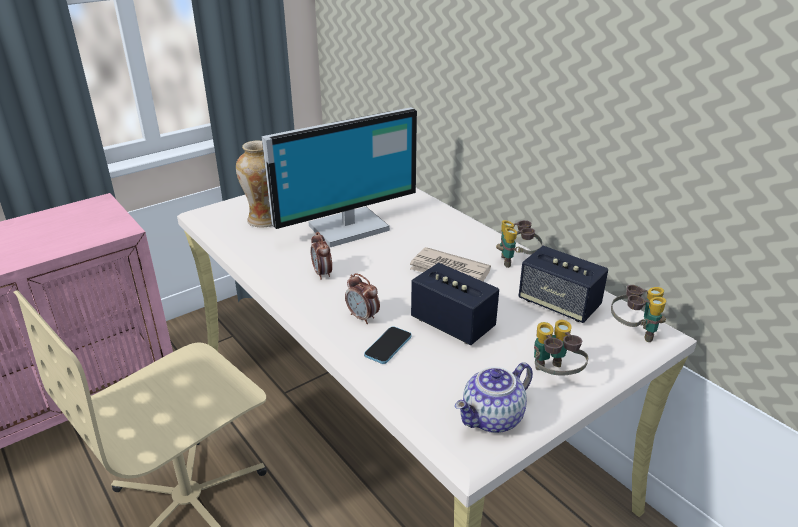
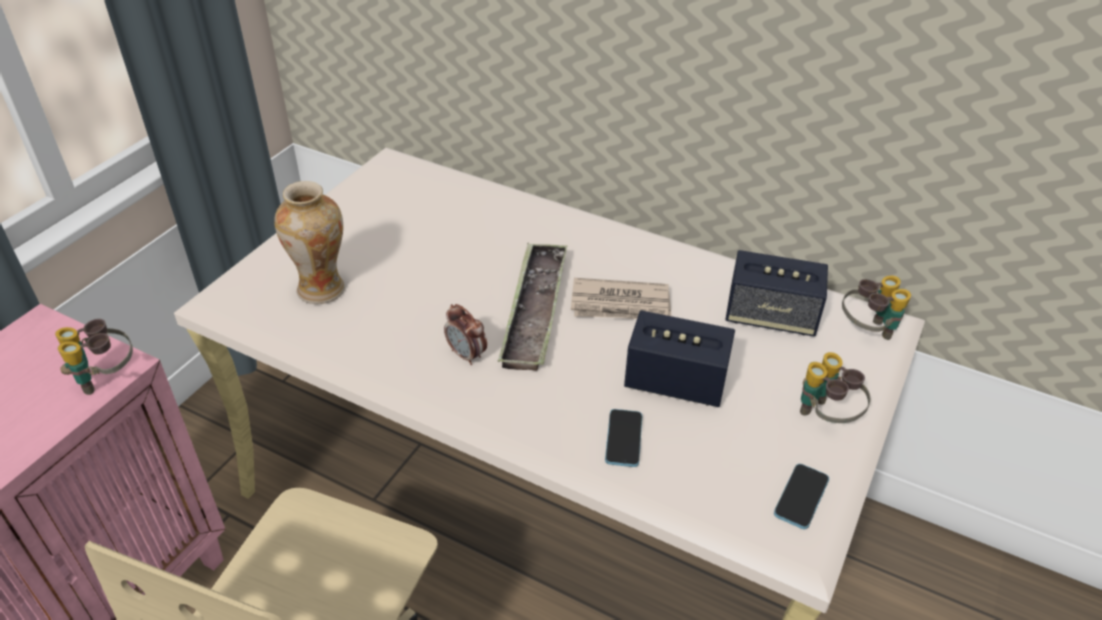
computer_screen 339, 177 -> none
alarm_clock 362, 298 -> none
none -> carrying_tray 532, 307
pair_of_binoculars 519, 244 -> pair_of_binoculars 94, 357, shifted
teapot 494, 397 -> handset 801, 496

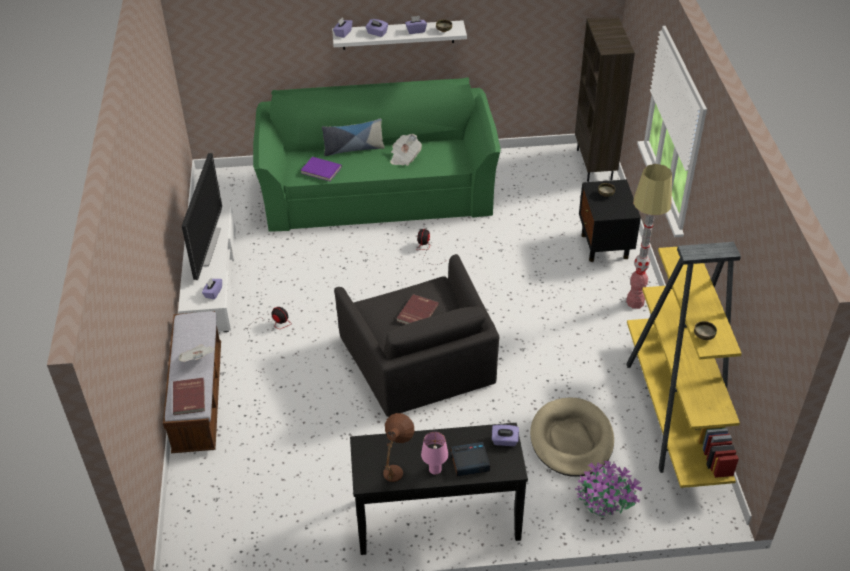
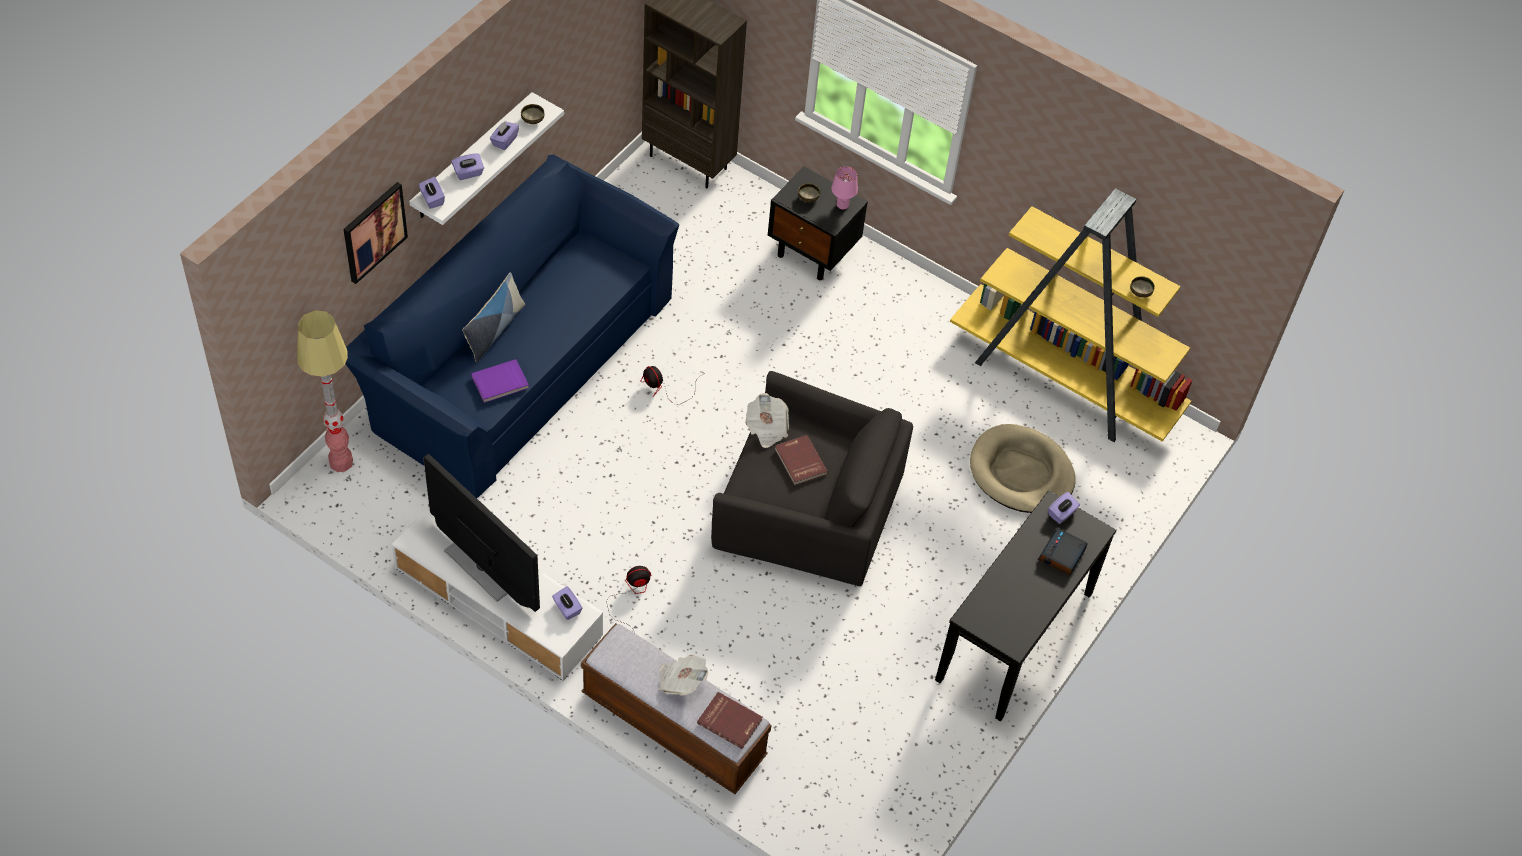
brown-coloured_table_lamp 398, 447 -> none
potted_plant 608, 489 -> none
none -> picture 375, 233
printed_paper 406, 150 -> printed_paper 767, 420, shifted
pink_table_lamp 434, 453 -> pink_table_lamp 844, 188, shifted
standard_lamp 649, 236 -> standard_lamp 325, 391, shifted
green-coloured_settee 377, 154 -> blue-coloured_settee 512, 326

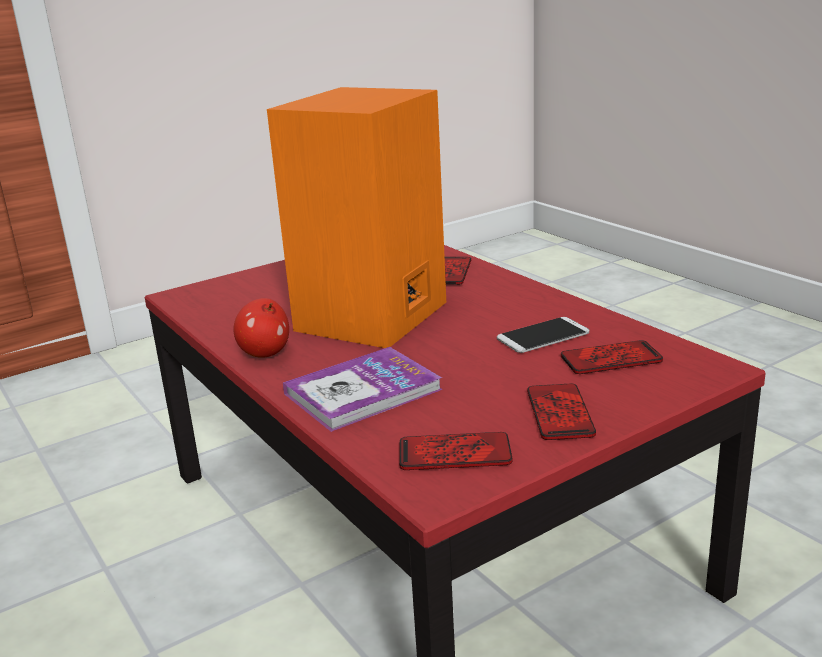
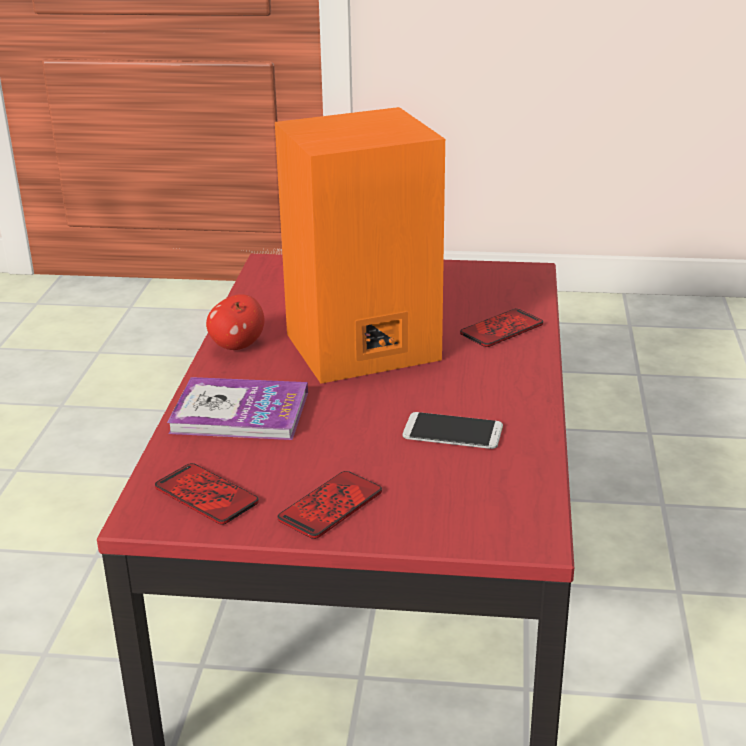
handset 612, 357 -> none

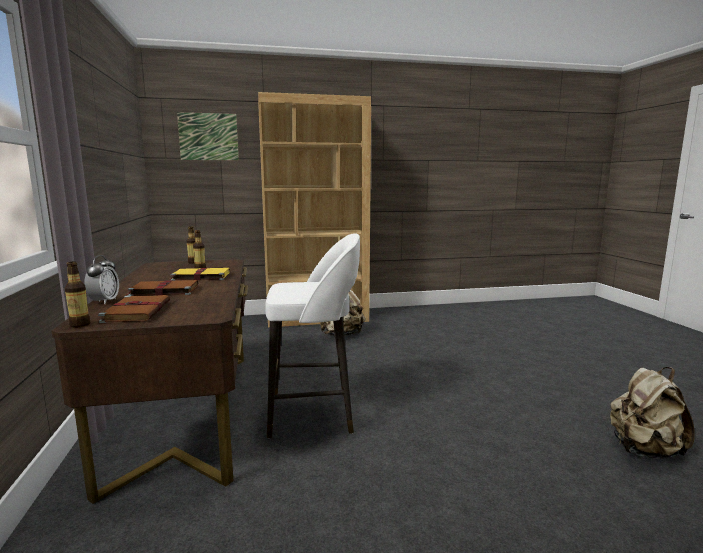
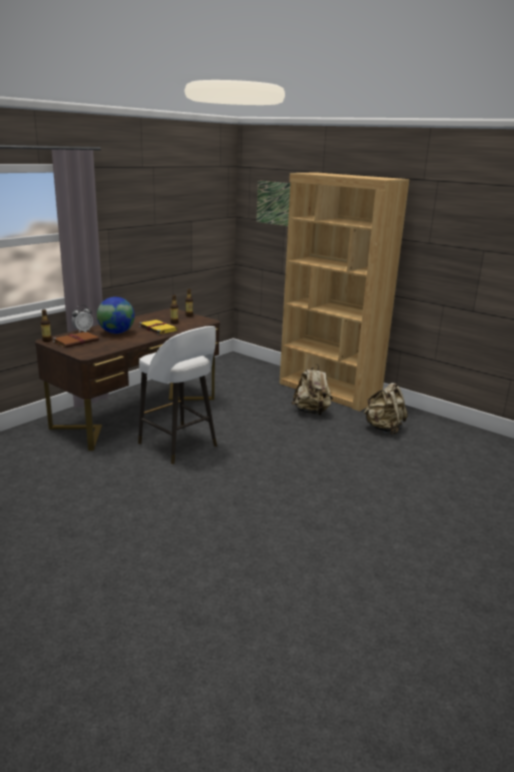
beige_knapsack 652, 412 -> beige_knapsack 386, 409, shifted
brown-coloured_book 162, 288 -> desk_globe 116, 315

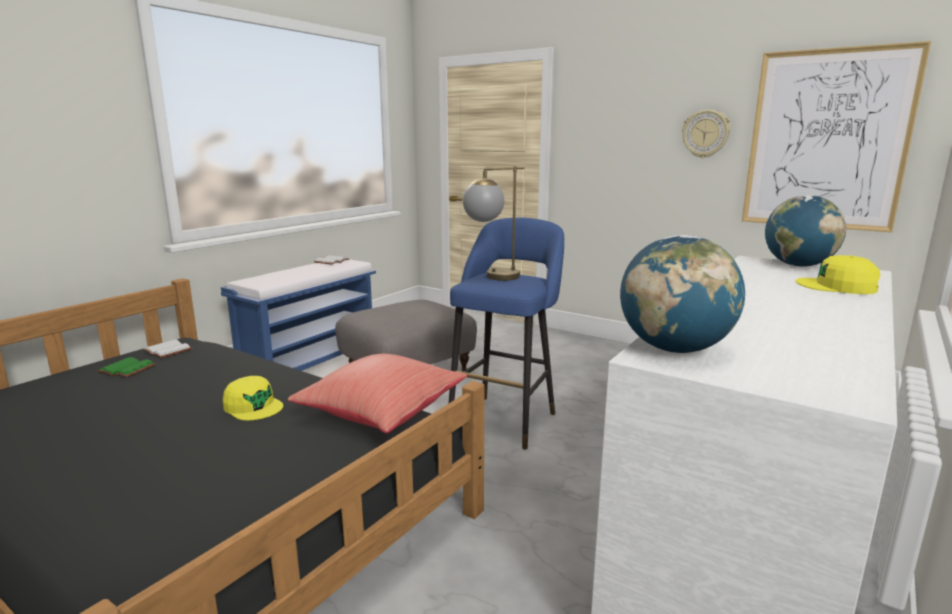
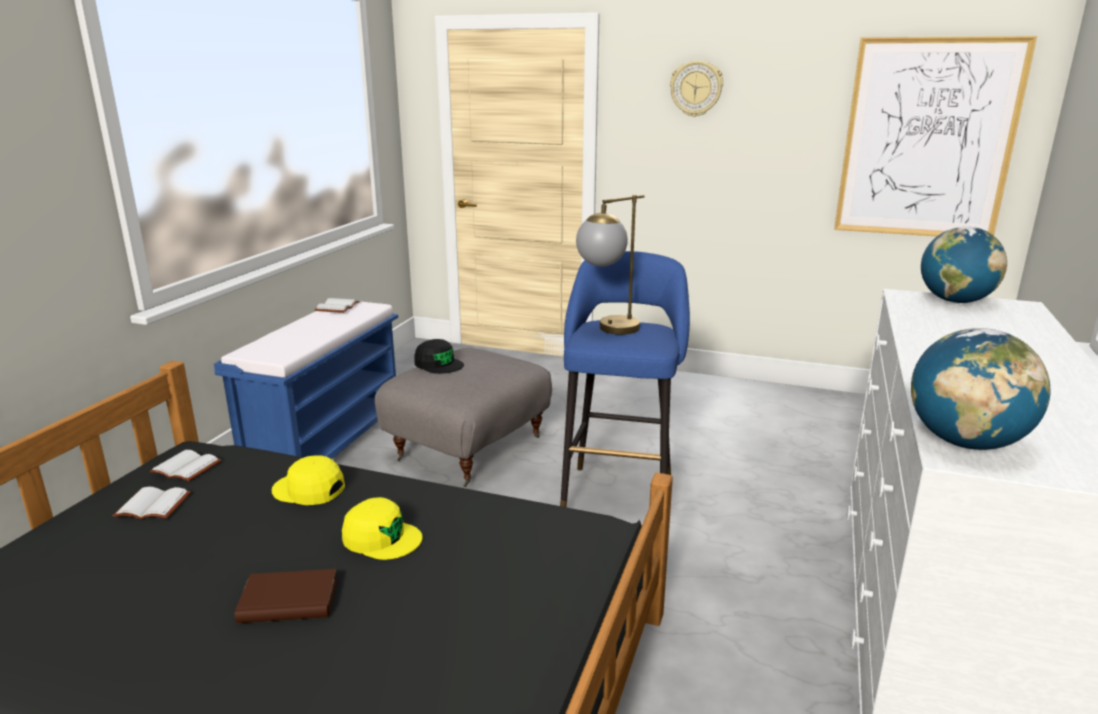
red_pillow 377, 394 -> none
none -> brown-coloured_book 286, 596
none -> blackish_peaked_cap 439, 356
wall_clock 706, 134 -> wall_clock 696, 88, shifted
yellow_peaked_cap 838, 274 -> yellow_peaked_cap 308, 480, shifted
green-coloured_book 126, 367 -> white-coloured_book 152, 503

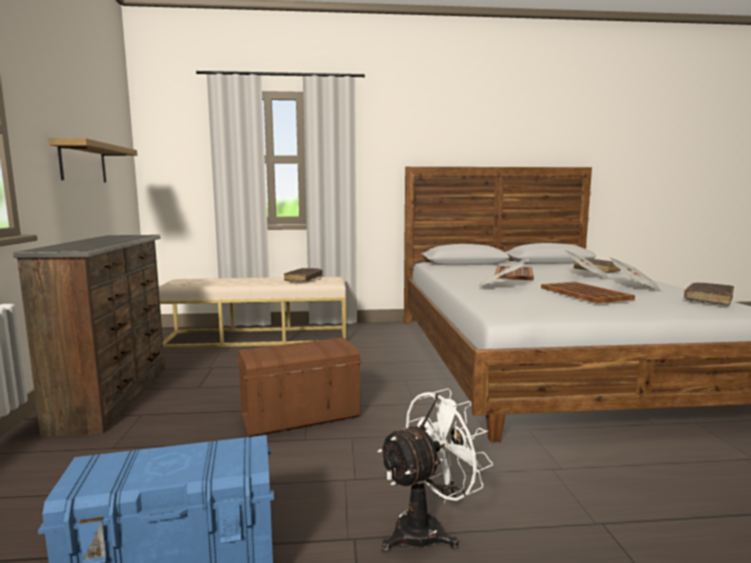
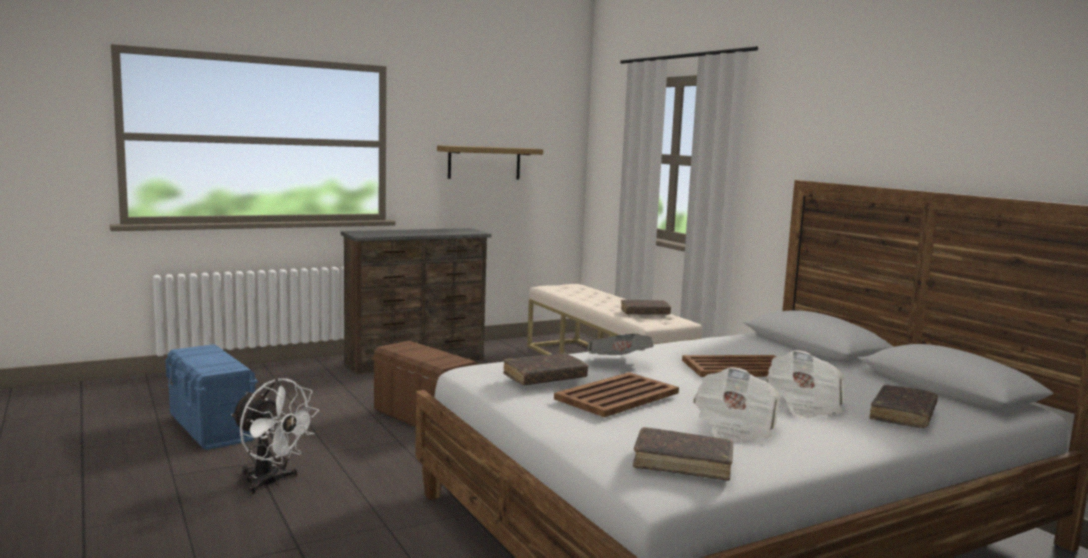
none -> brown-coloured_book 545, 369

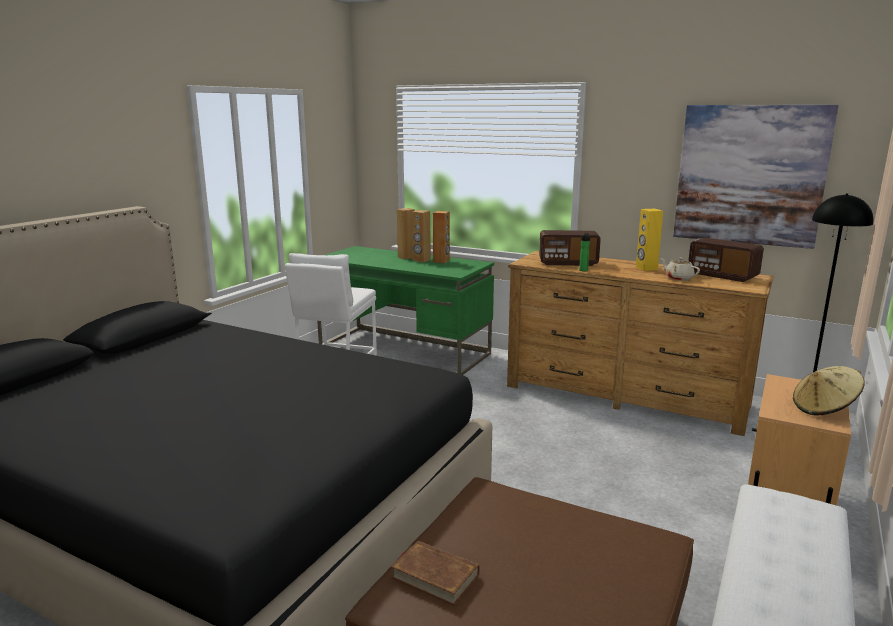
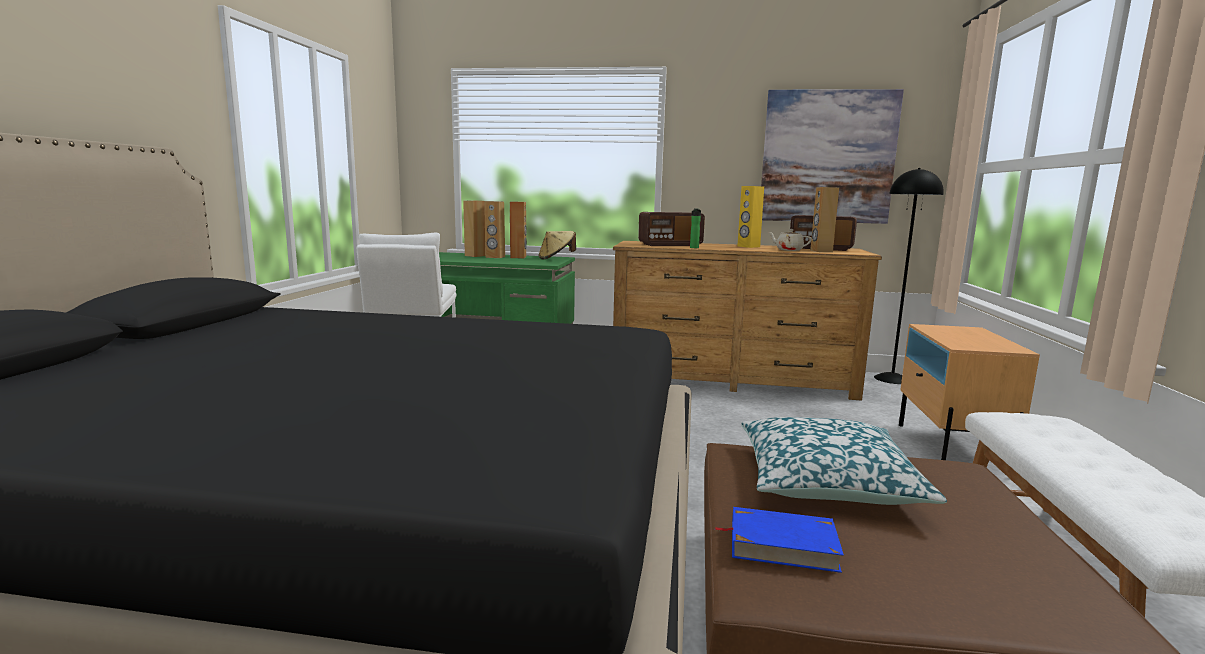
none -> pillow 844, 461
none -> brown-coloured_speaker 824, 219
beige_wearable_hat 829, 391 -> beige_wearable_hat 557, 245, shifted
brown-coloured_book 435, 573 -> blue-coloured_book 779, 540

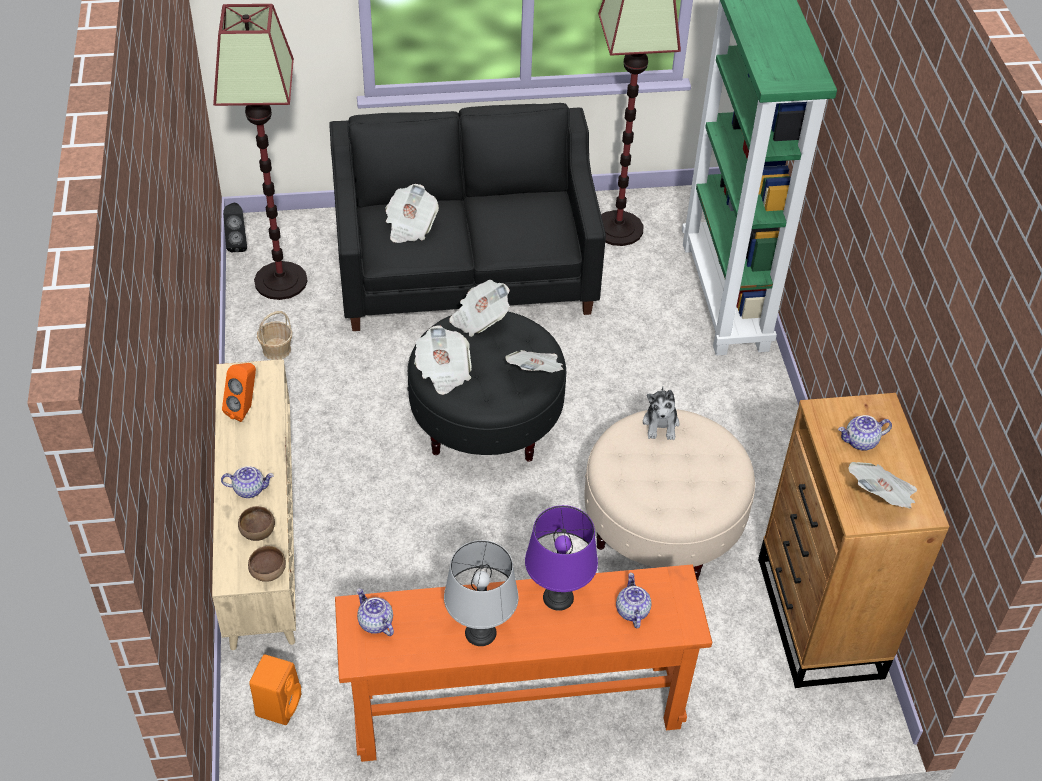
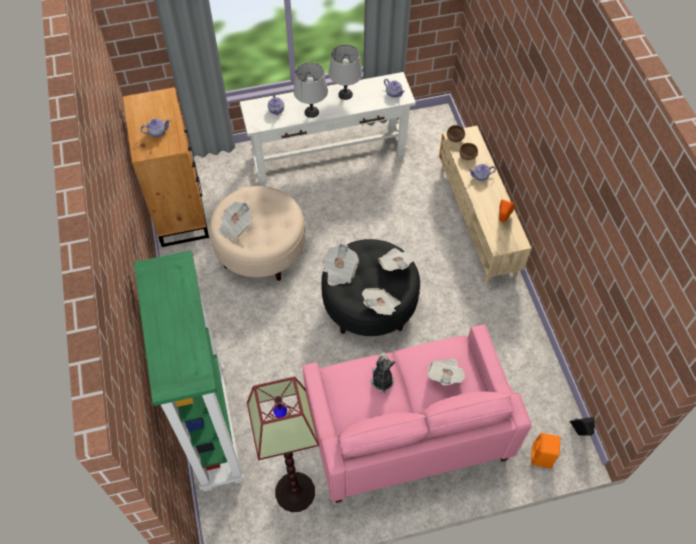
standard_lamp 260, 152 -> none
storage_basket 274, 335 -> none
orange_speaker 275, 689 -> orange_speaker 545, 450, shifted
plush_toy 661, 413 -> plush_toy 383, 373, shifted
printed_paper 883, 485 -> printed_paper 235, 221, shifted
blackish_settee 467, 217 -> pink_settee 417, 413
orange_hall_table 523, 663 -> white-coloured_hall_table 328, 127
purplish_table_lamp 561, 558 -> gray_table_lamp 310, 90

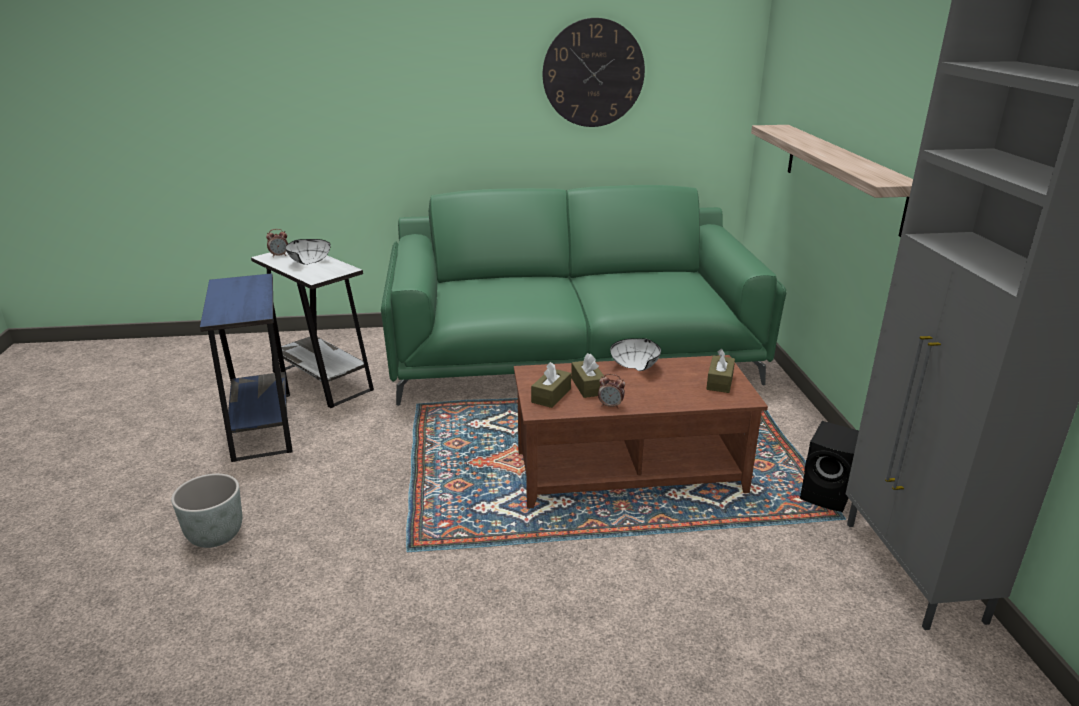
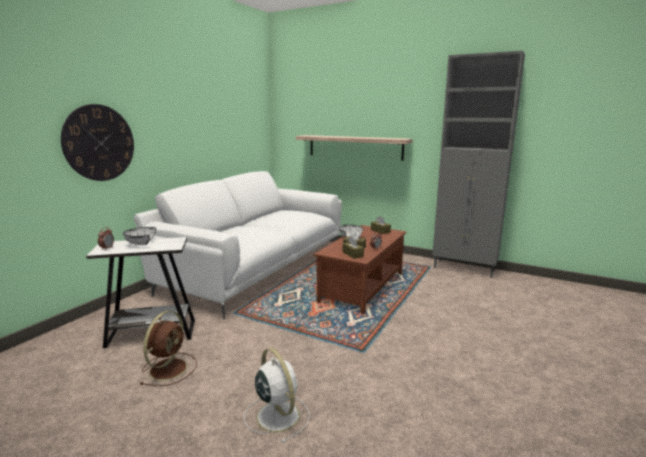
blackish_speaker 829, 466 -> none
wall_clock 594, 72 -> wall_clock 97, 142, shifted
gray_planter 207, 511 -> white-coloured_fan 277, 395
blue-coloured_end_table 246, 367 -> brown-coloured_fan 168, 348
green-coloured_settee 583, 295 -> white-coloured_settee 238, 245

